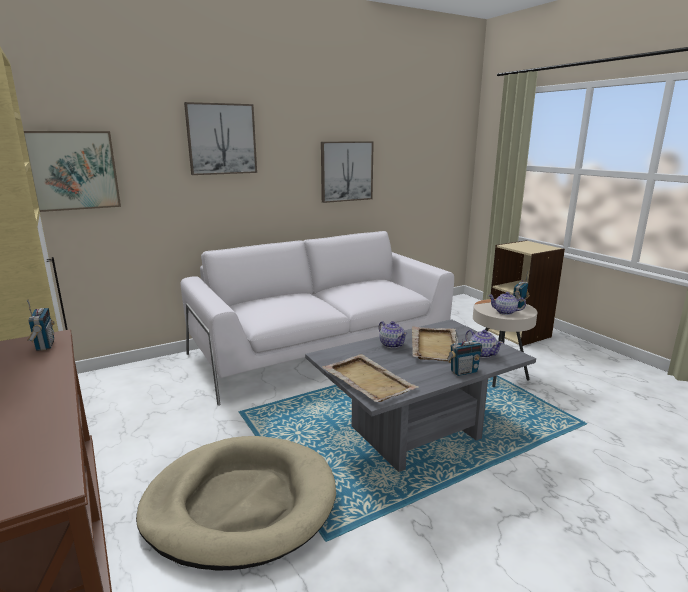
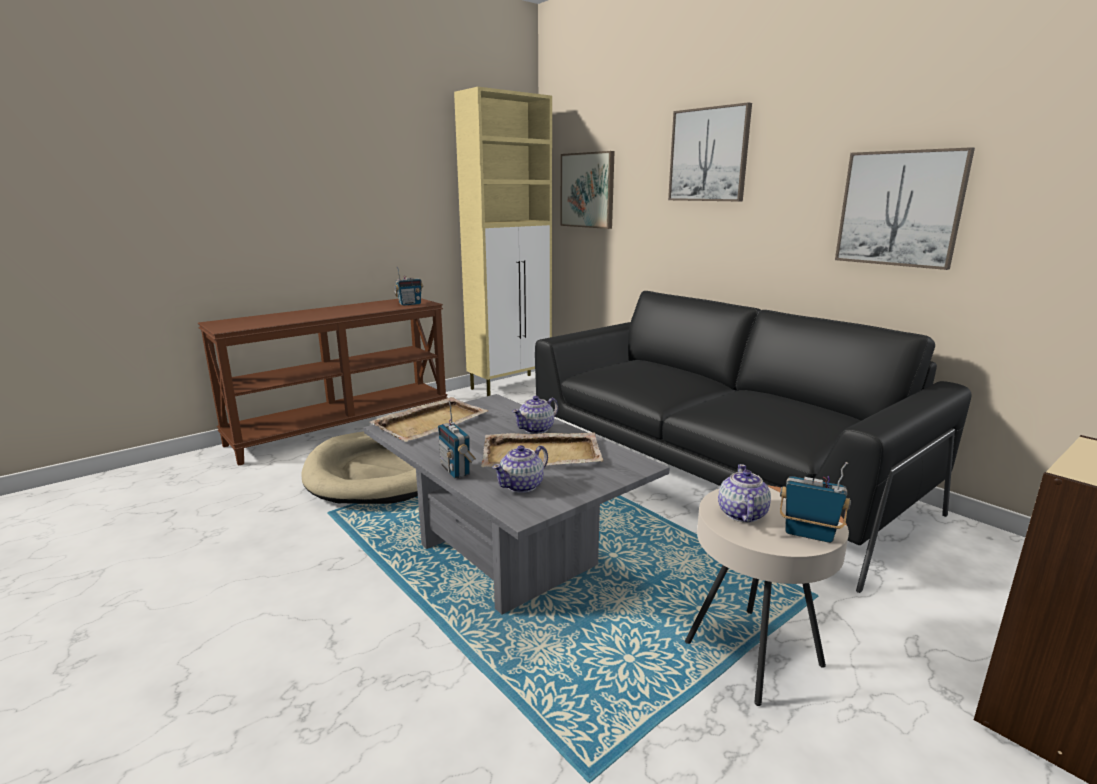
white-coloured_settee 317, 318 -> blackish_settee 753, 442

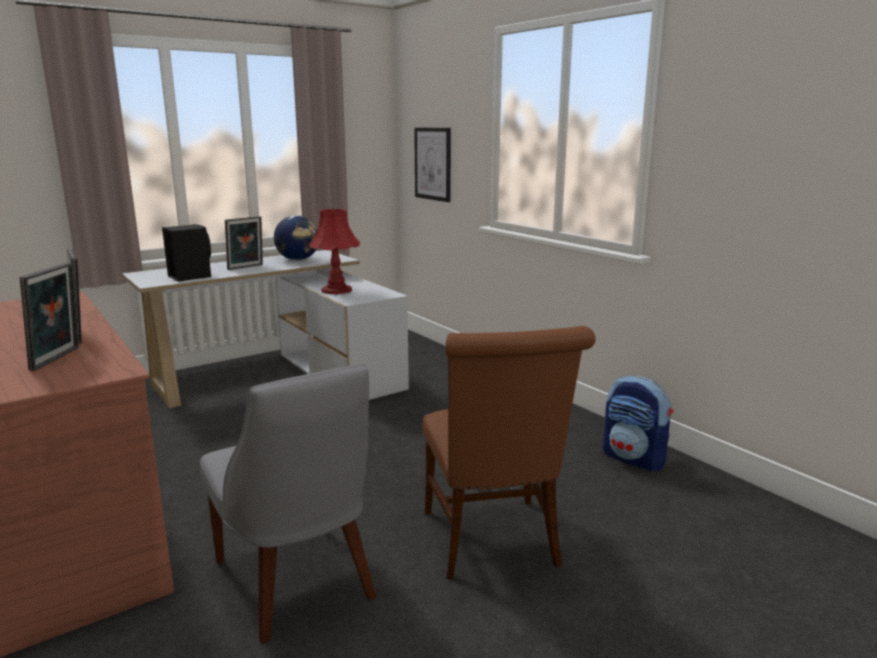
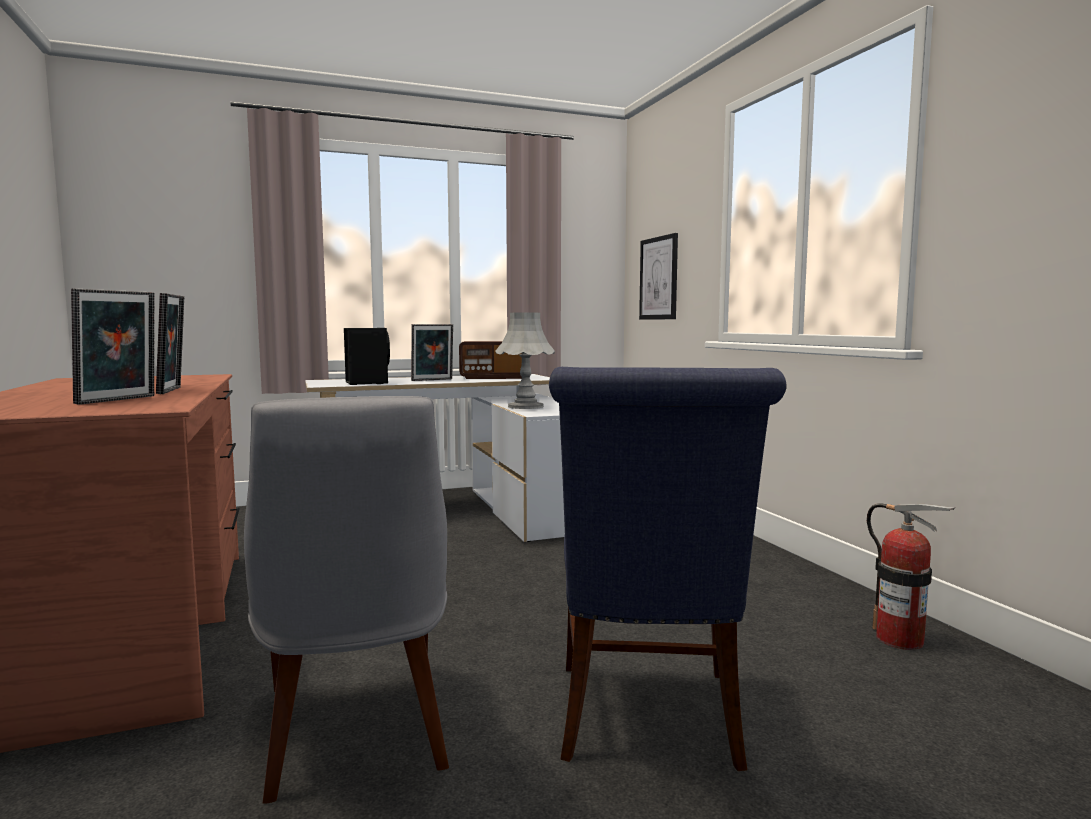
desk_globe 295, 237 -> radio_receiver 490, 360
knapsack 637, 423 -> fire_extinguisher 911, 576
red_table_lamp 334, 251 -> gray_table_lamp 525, 361
brown-coloured_plain_chair 509, 453 -> blue-coloured_plain_chair 668, 569

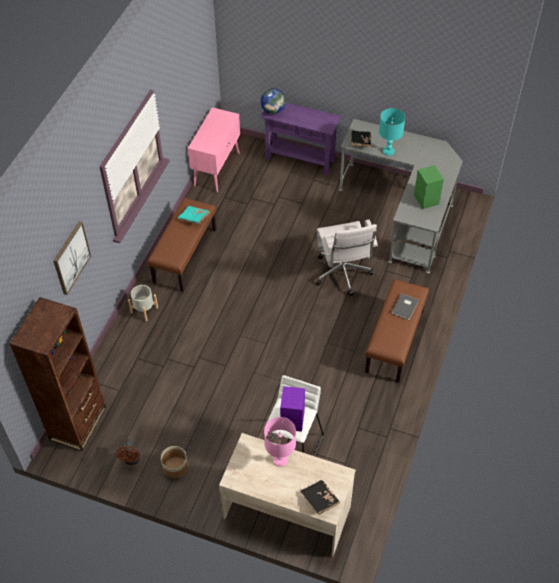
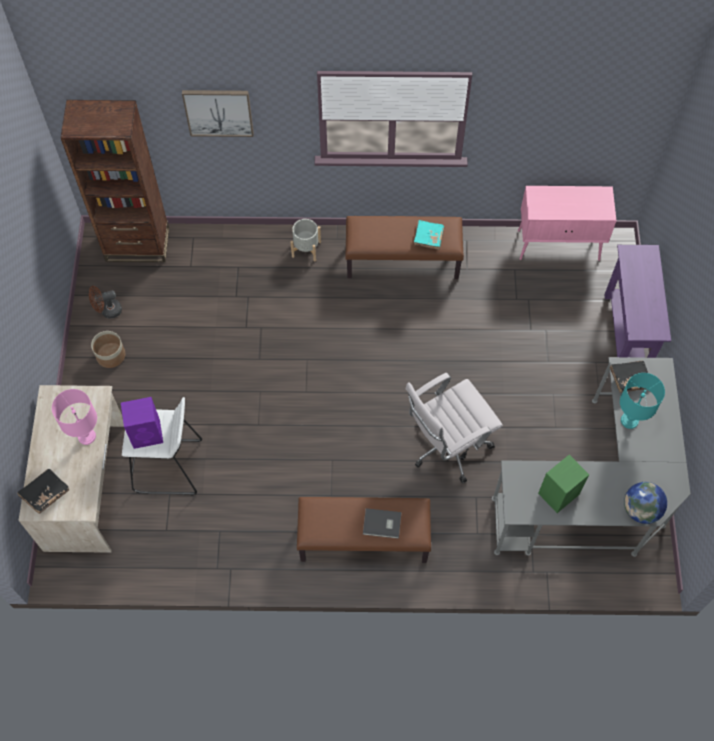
desk_globe 273, 101 -> desk_globe 645, 503, shifted

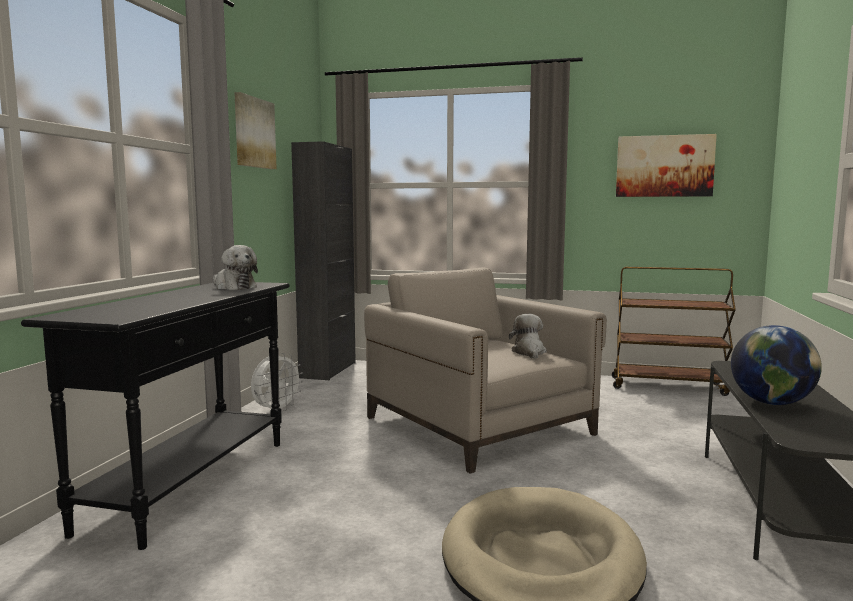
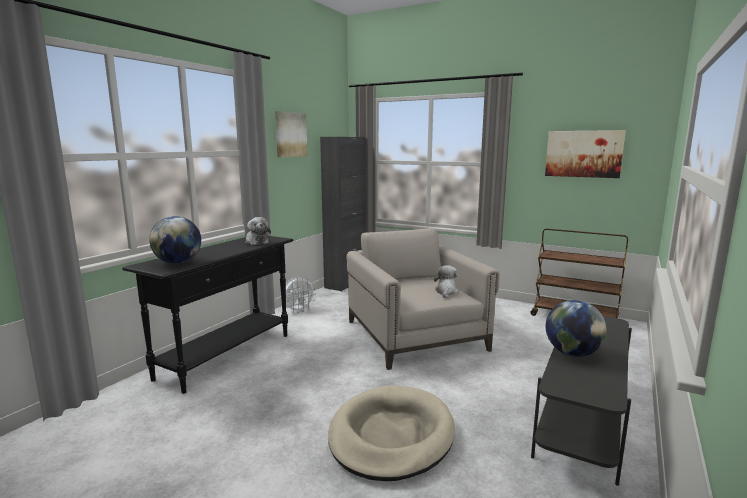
none -> desk_globe 175, 240

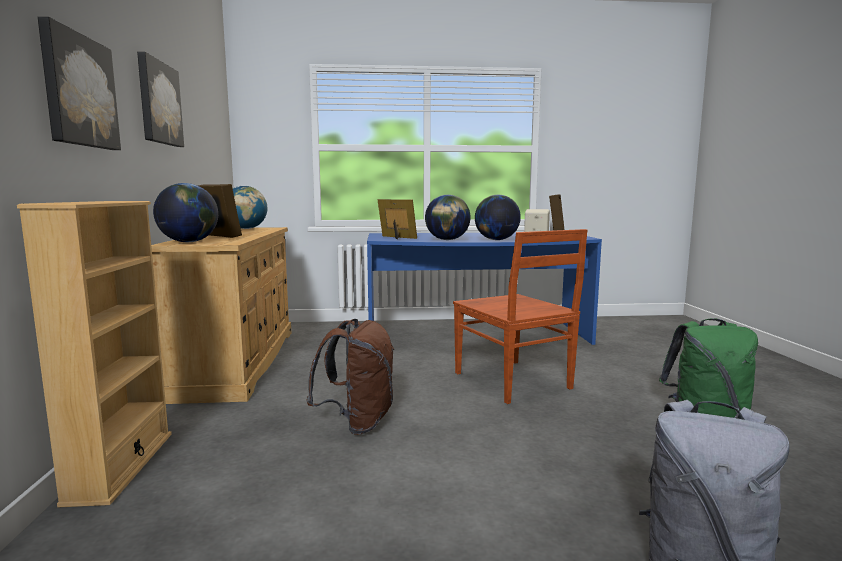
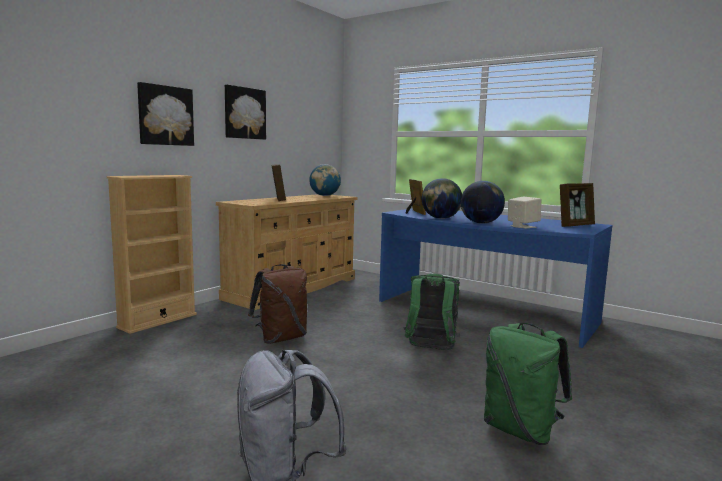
desk_globe 185, 212 -> none
brown-coloured_plain_chair 520, 316 -> green-coloured_knapsack 431, 312

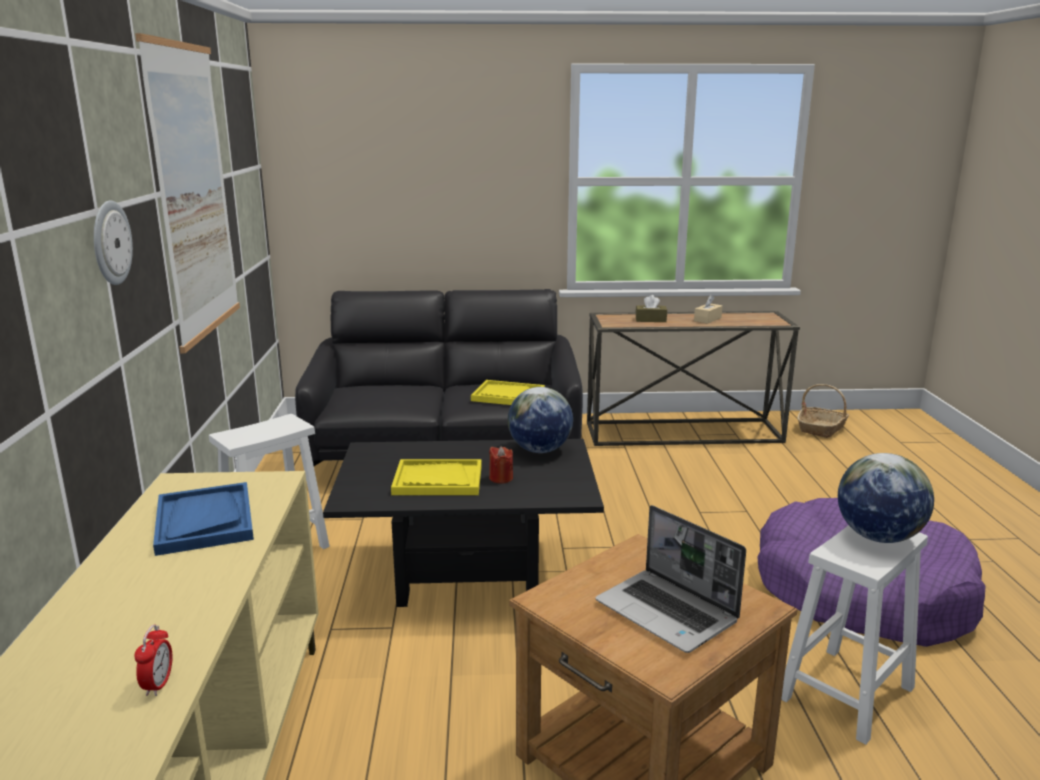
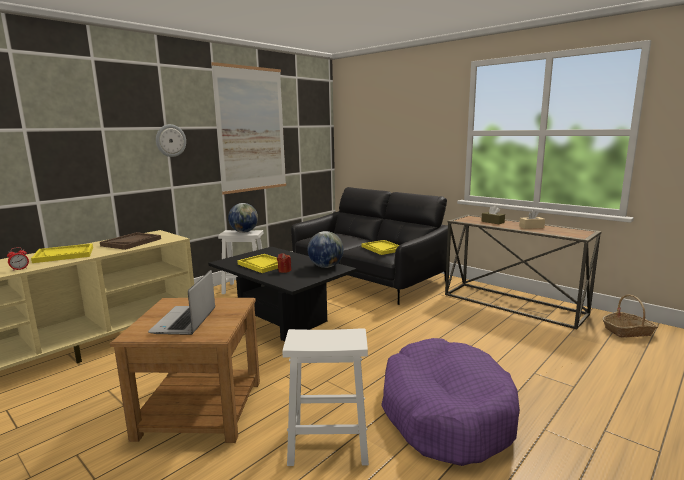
none -> yellow_carrying_tray 62, 253
desk_globe 886, 498 -> desk_globe 243, 218, shifted
blue-coloured_carrying_tray 203, 519 -> brown-coloured_carrying_tray 130, 241

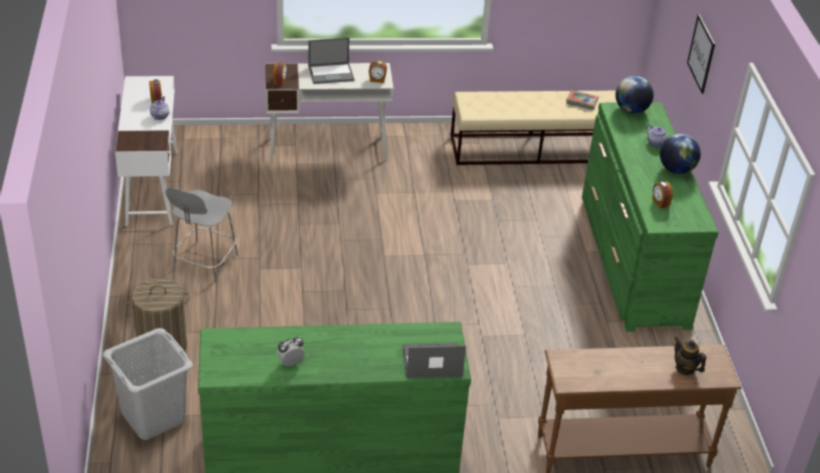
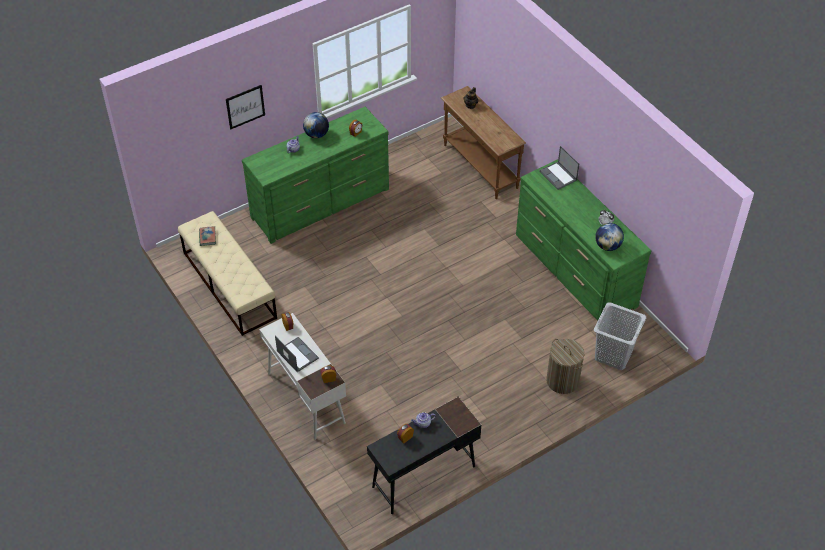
gray_plain_chair 201, 234 -> none
desk_globe 634, 95 -> desk_globe 609, 237, shifted
white-coloured_desk_table 146, 151 -> blackish_desk_table 424, 455

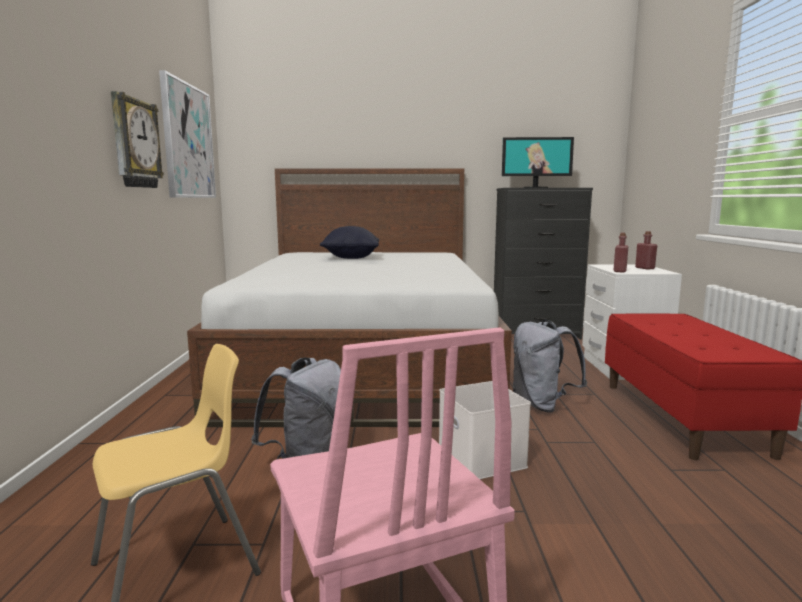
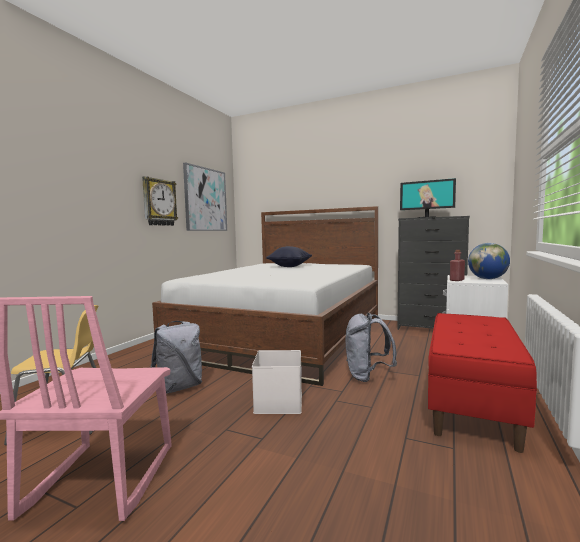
red_beverage_bottle 646, 250 -> desk_globe 489, 261

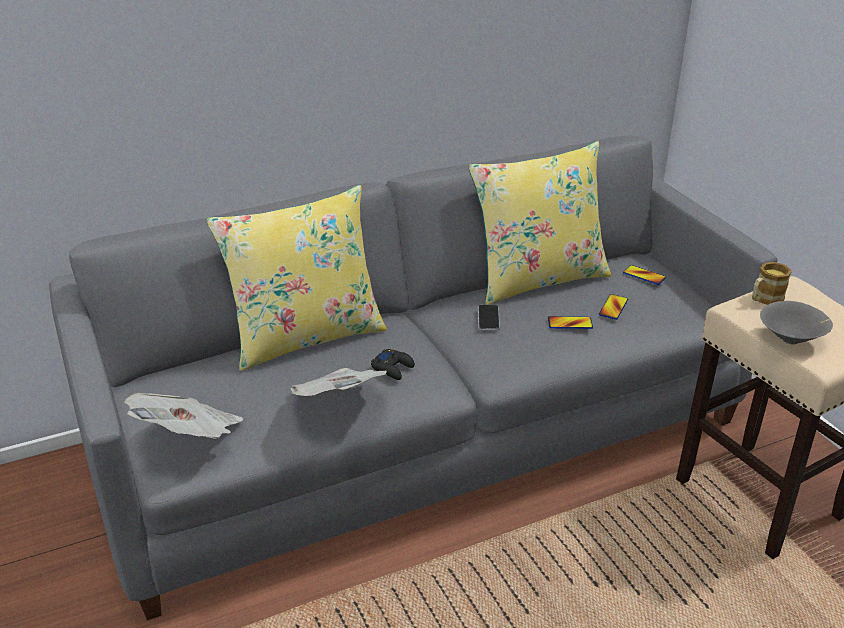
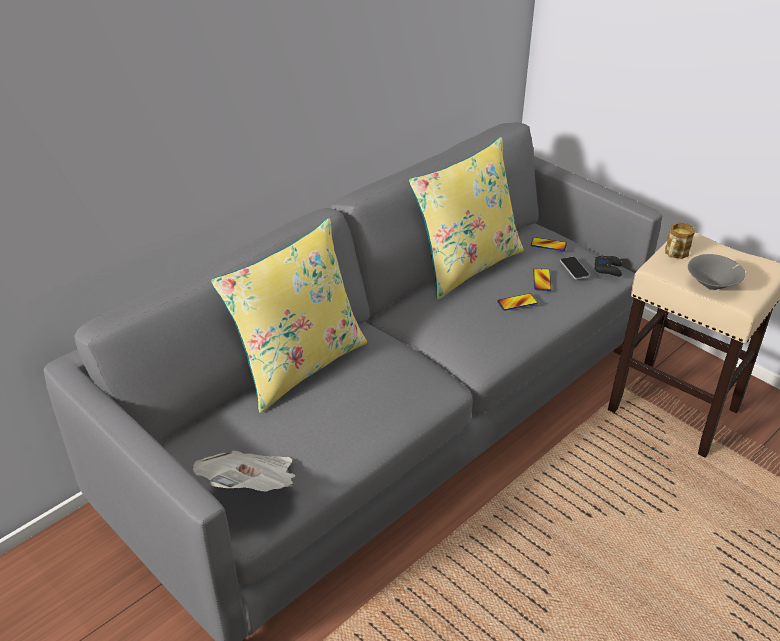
printed_paper 339, 382 -> none
blackish_gamepad 393, 364 -> blackish_gamepad 608, 266, shifted
handset 489, 318 -> handset 575, 268, shifted

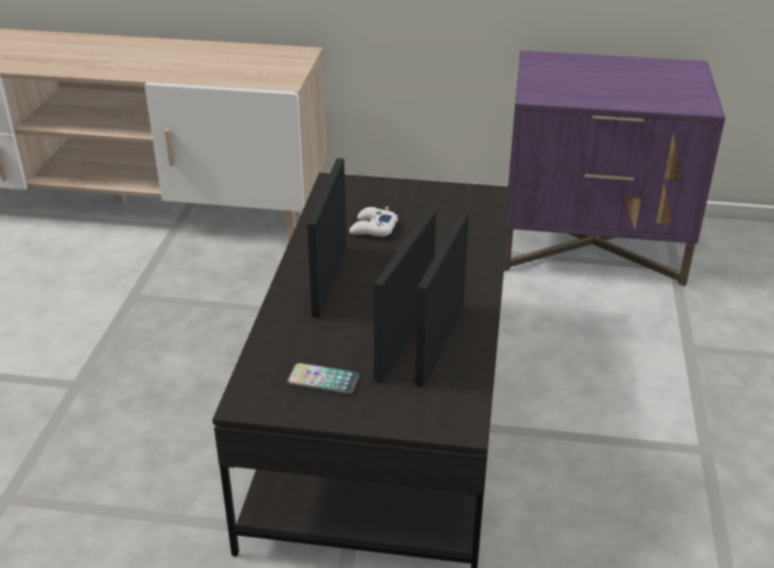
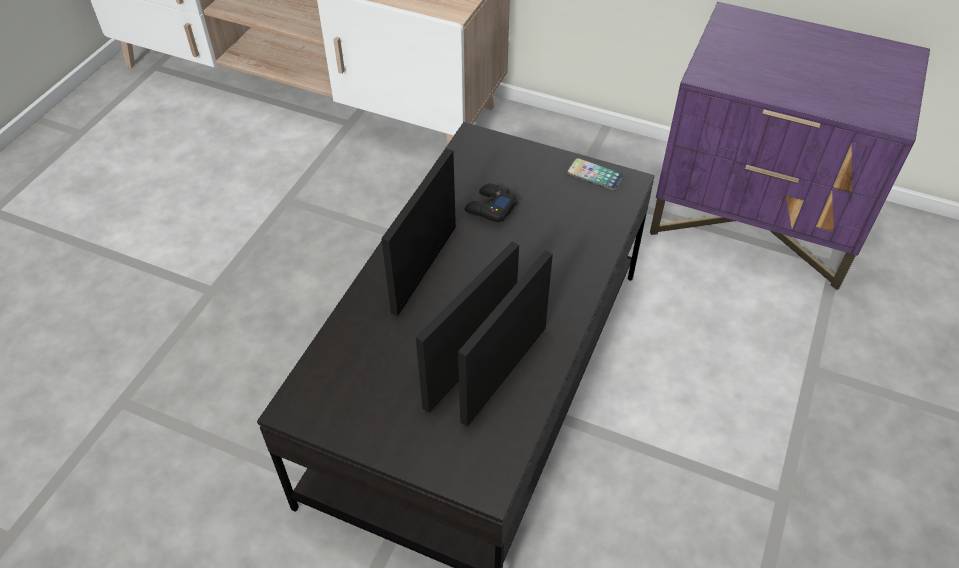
handset 323, 378 -> handset 595, 174, shifted
white-coloured_gamepad 373, 222 -> blackish_gamepad 491, 203

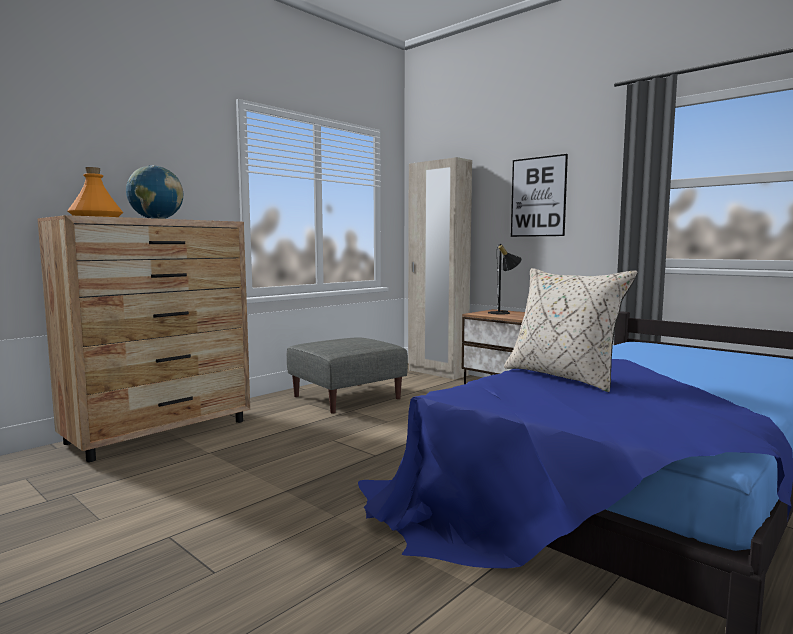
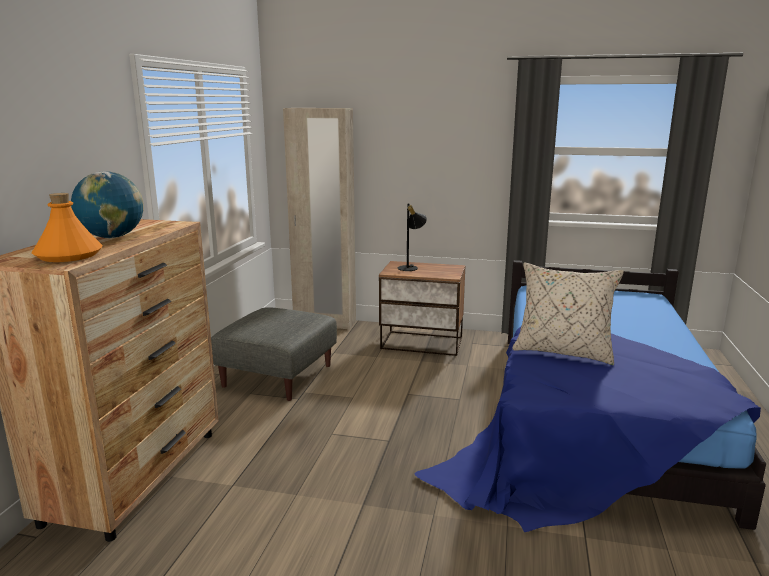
picture 539, 195 -> none

